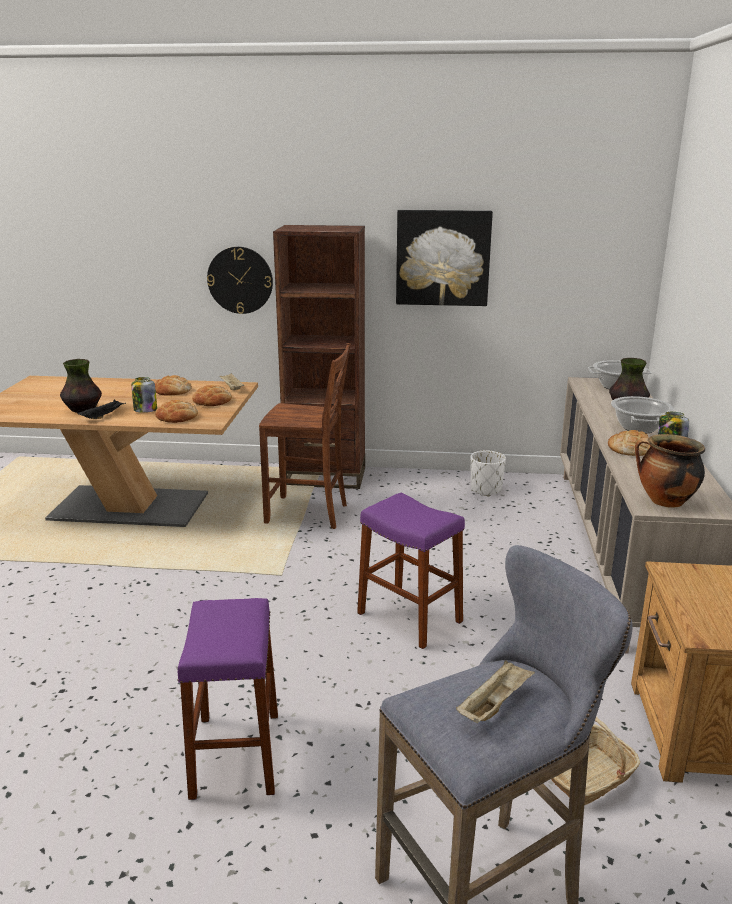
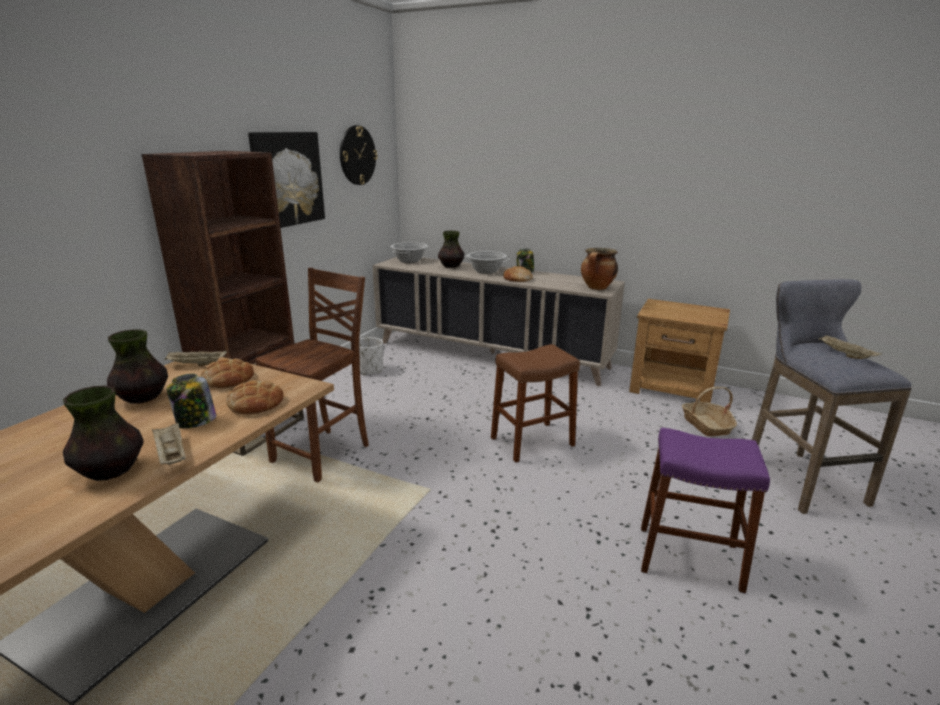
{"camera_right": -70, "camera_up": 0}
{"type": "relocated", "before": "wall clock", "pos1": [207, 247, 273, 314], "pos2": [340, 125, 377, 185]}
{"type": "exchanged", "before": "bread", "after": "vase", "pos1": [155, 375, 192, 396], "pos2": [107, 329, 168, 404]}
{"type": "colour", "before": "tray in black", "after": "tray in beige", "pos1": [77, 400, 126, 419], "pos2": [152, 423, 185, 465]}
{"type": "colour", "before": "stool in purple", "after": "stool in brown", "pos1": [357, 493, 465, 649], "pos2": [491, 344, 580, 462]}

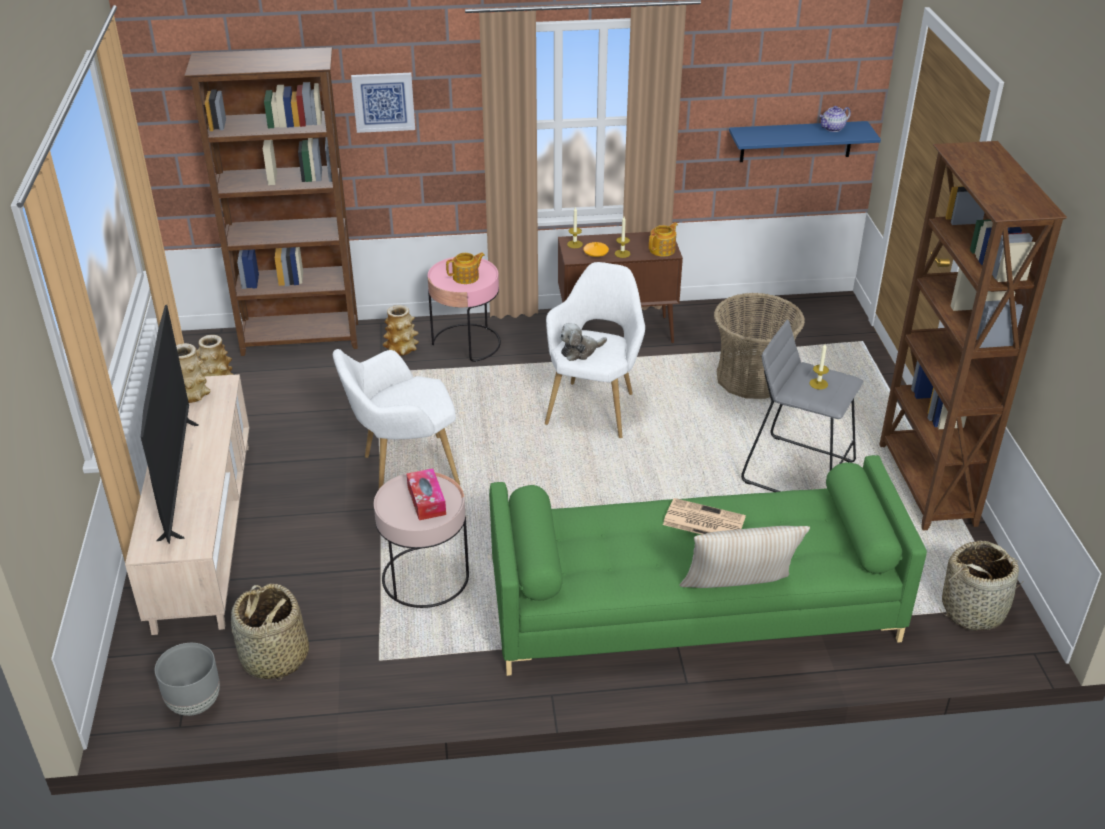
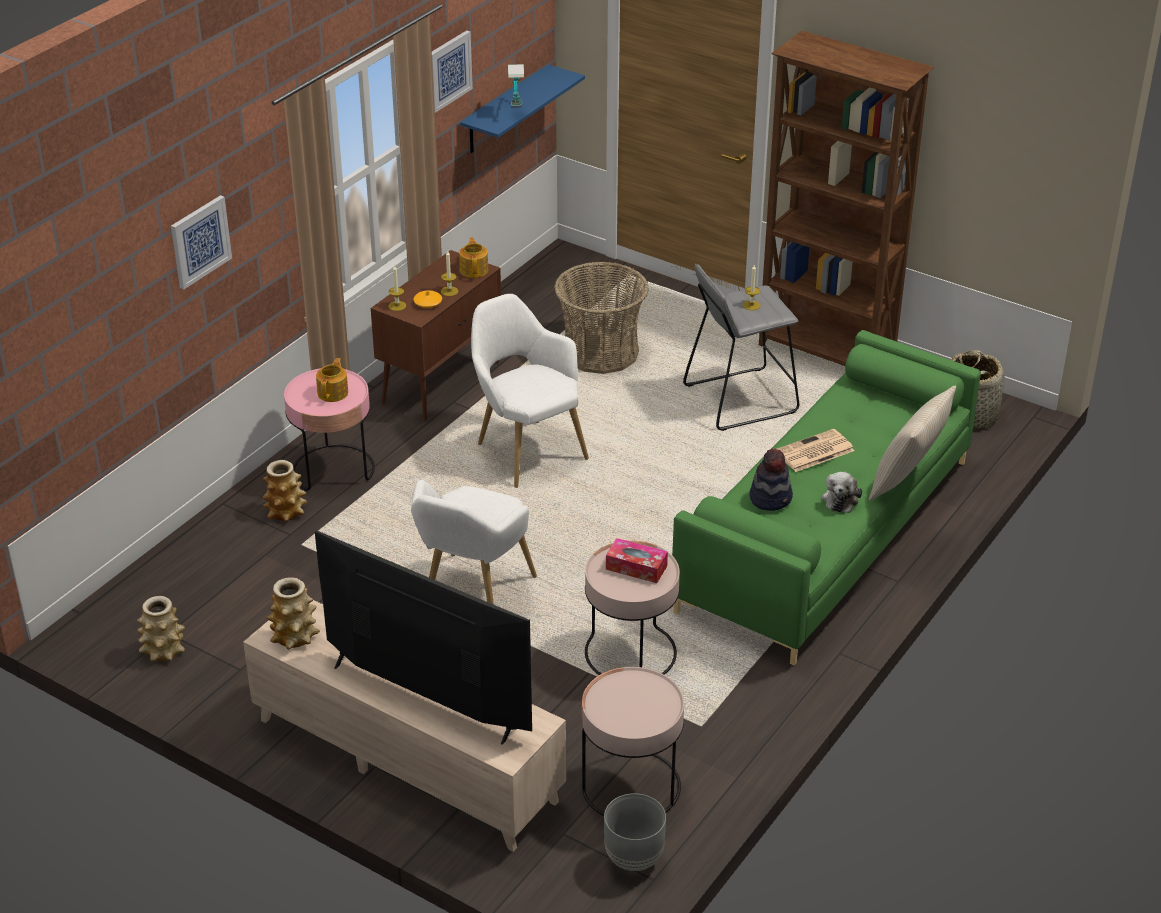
{"camera_right": -50, "camera_up": 0}
{"type": "missing", "before": "bookcase in brown", "pos1": [184, 47, 358, 356]}
{"type": "missing", "before": "teapot", "pos1": [819, 106, 851, 132]}
{"type": "relocated", "before": "plush toy", "pos1": [560, 323, 607, 361], "pos2": [821, 472, 862, 513]}
{"type": "exchanged", "before": "basket", "after": "side table in pink", "pos1": [231, 584, 309, 681], "pos2": [582, 667, 684, 816]}
{"type": "appeared", "after": "picture", "pos2": [432, 30, 473, 113]}
{"type": "appeared", "after": "table lamp", "pos2": [508, 64, 524, 107]}
{"type": "appeared", "after": "hat", "pos2": [750, 448, 793, 511]}

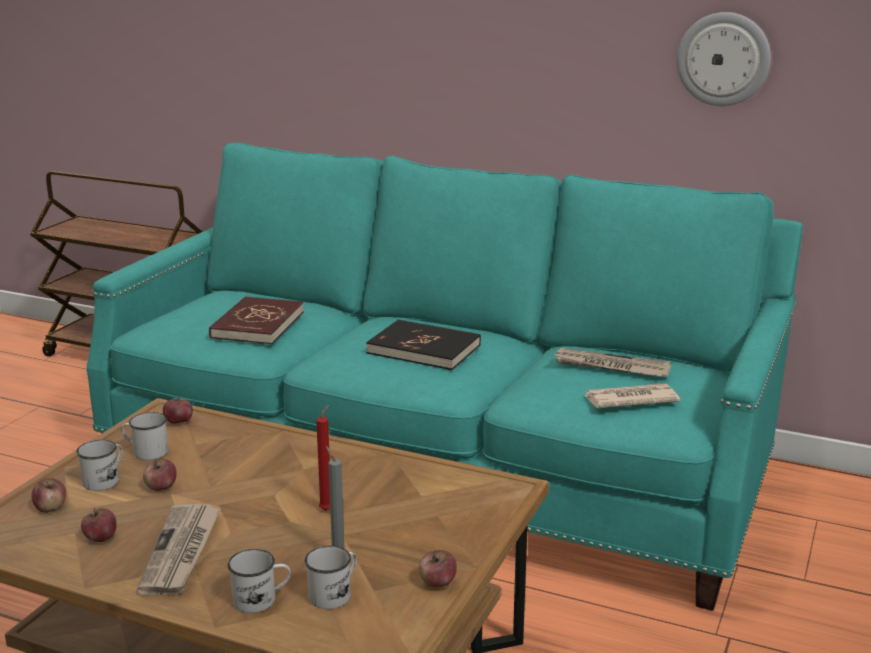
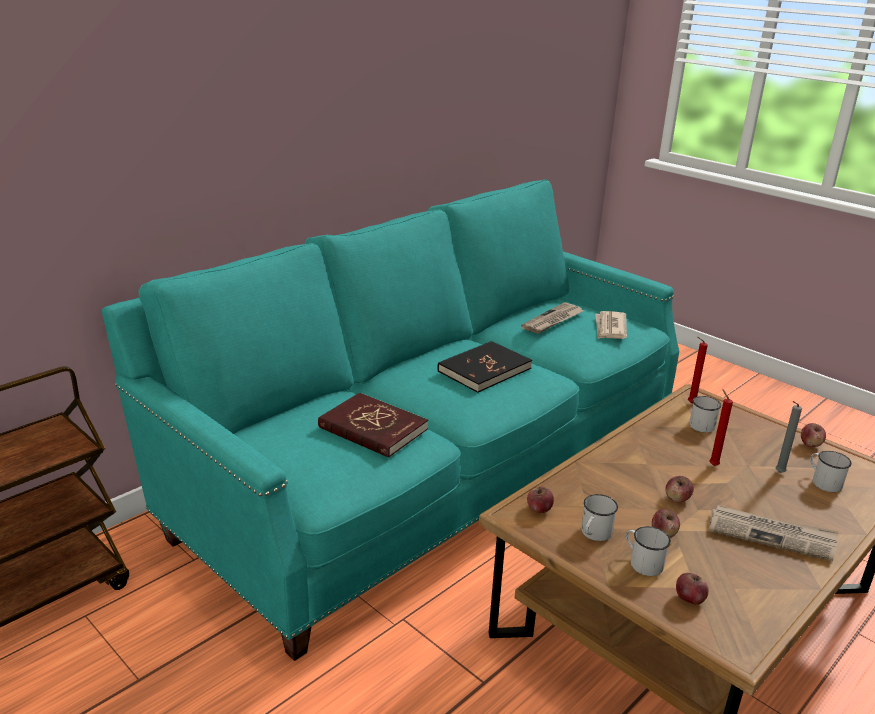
{"camera_right": -70, "camera_up": 5}
{"type": "missing", "before": "wall clock", "pos1": [677, 12, 771, 106]}
{"type": "relocated", "before": "apple", "pos1": [81, 508, 117, 542], "pos2": [666, 476, 694, 502]}
{"type": "relocated", "before": "mug in white", "pos1": [228, 549, 291, 613], "pos2": [689, 396, 721, 433]}
{"type": "appeared", "after": "candle in red", "pos2": [688, 337, 708, 403]}

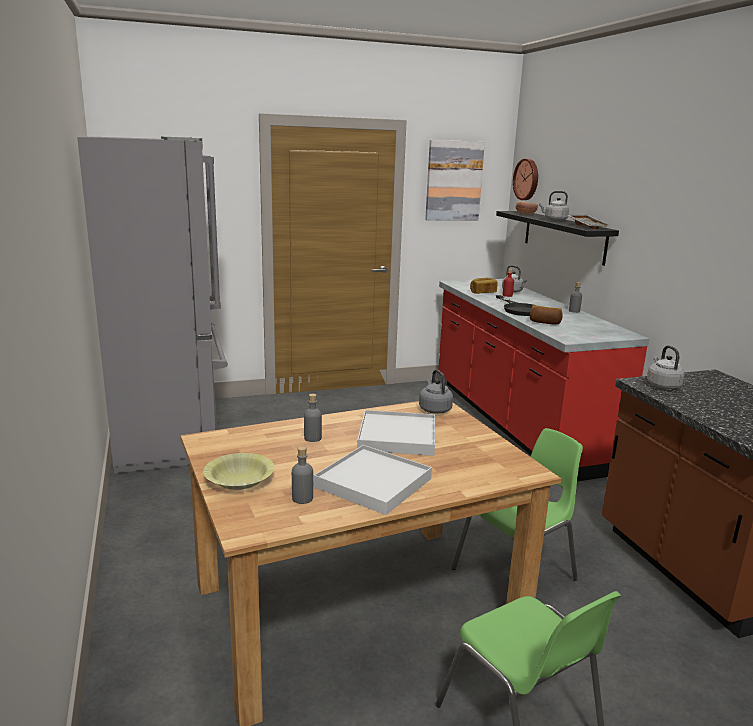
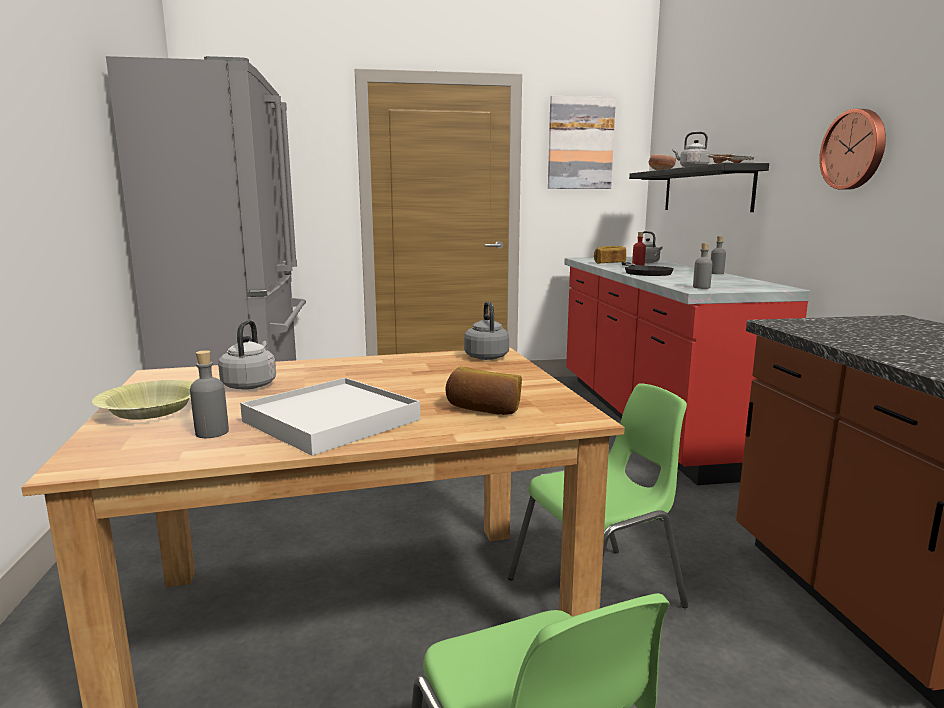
{"camera_right": 10, "camera_up": -5}
{"type": "relocated", "before": "wall clock", "pos1": [513, 159, 538, 200], "pos2": [819, 109, 886, 190]}
{"type": "relocated", "before": "bread", "pos1": [530, 305, 563, 325], "pos2": [445, 367, 522, 415]}
{"type": "relocated", "before": "kettle in grey", "pos1": [647, 345, 685, 389], "pos2": [218, 320, 276, 390]}
{"type": "relocated", "before": "bottle in grey", "pos1": [304, 394, 322, 442], "pos2": [693, 243, 712, 289]}
{"type": "missing", "before": "tray in white", "pos1": [357, 410, 435, 456]}

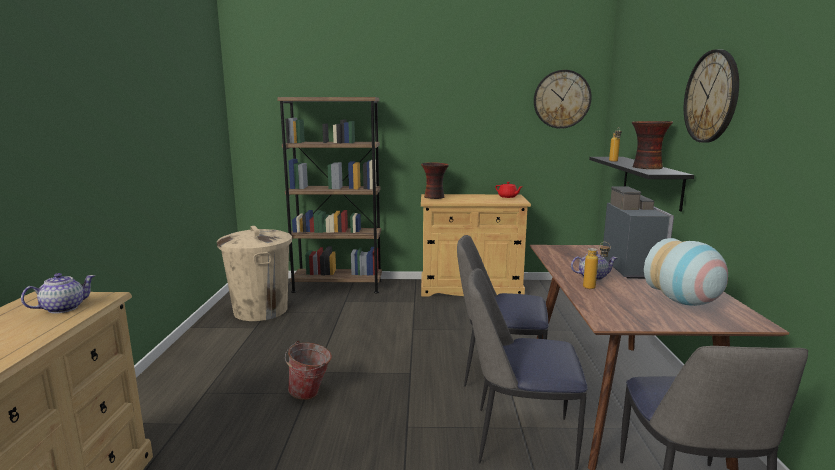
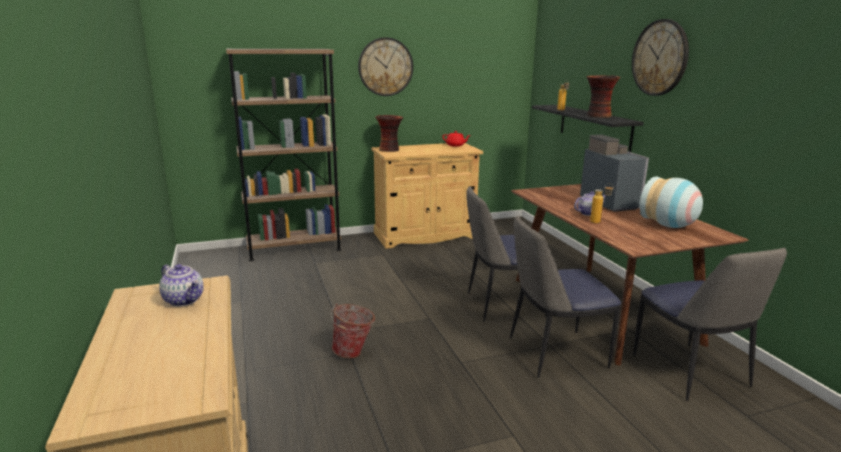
{"camera_right": -20, "camera_up": 5}
{"type": "relocated", "before": "wall clock", "pos1": [534, 70, 592, 129], "pos2": [358, 37, 413, 96]}
{"type": "missing", "before": "trash can in beige", "pos1": [217, 226, 292, 321]}
{"type": "spun", "before": "teapot", "pos1": [21, 273, 95, 314], "pos2": [159, 264, 204, 306], "turn": 105}

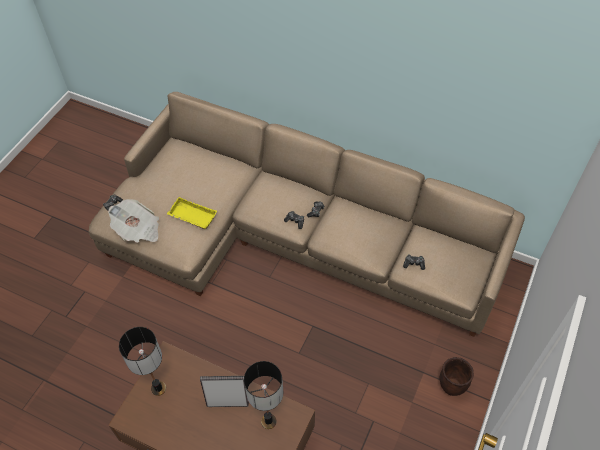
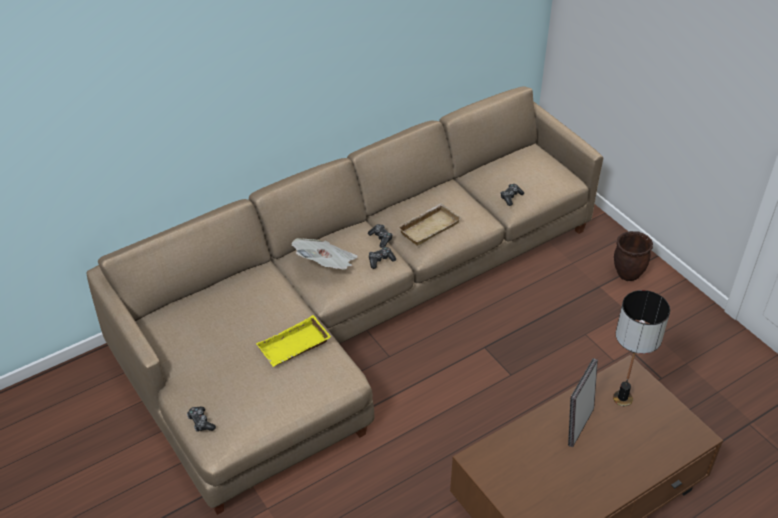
{"camera_right": -60, "camera_up": -10}
{"type": "relocated", "before": "newspaper", "pos1": [108, 199, 159, 243], "pos2": [291, 238, 358, 270]}
{"type": "missing", "before": "table lamp", "pos1": [119, 327, 166, 396]}
{"type": "appeared", "after": "tray in beige", "pos2": [397, 203, 461, 246]}

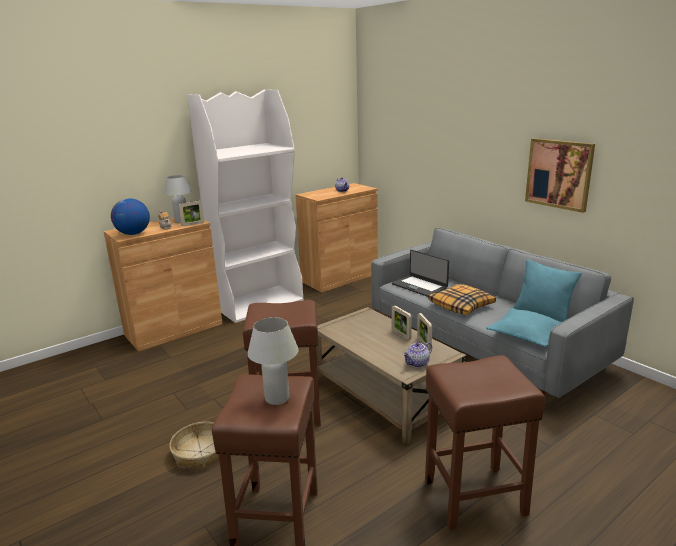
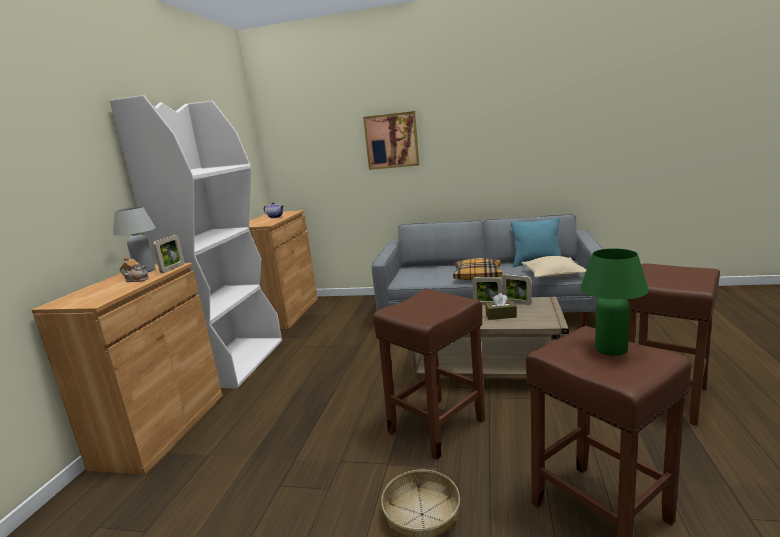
{"camera_right": -40, "camera_up": -5}
{"type": "relocated", "before": "picture", "pos1": [525, 138, 595, 213], "pos2": [363, 111, 419, 170]}
{"type": "missing", "before": "globe", "pos1": [111, 198, 150, 235]}
{"type": "missing", "before": "laptop", "pos1": [392, 250, 449, 297]}
{"type": "colour", "before": "pillow in turquoise", "after": "pillow in beige", "pos1": [486, 308, 562, 347], "pos2": [521, 256, 587, 278]}
{"type": "colour", "before": "table lamp in white", "after": "table lamp in green", "pos1": [247, 317, 299, 405], "pos2": [580, 249, 649, 356]}
{"type": "missing", "before": "teapot", "pos1": [403, 342, 432, 368]}
{"type": "appeared", "after": "tissue box in brown", "pos2": [485, 293, 517, 320]}

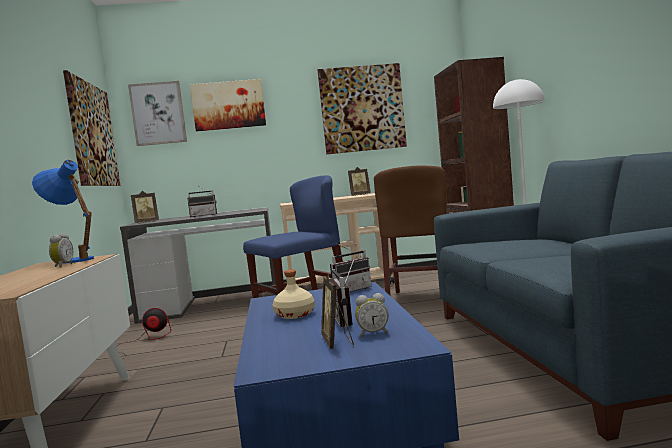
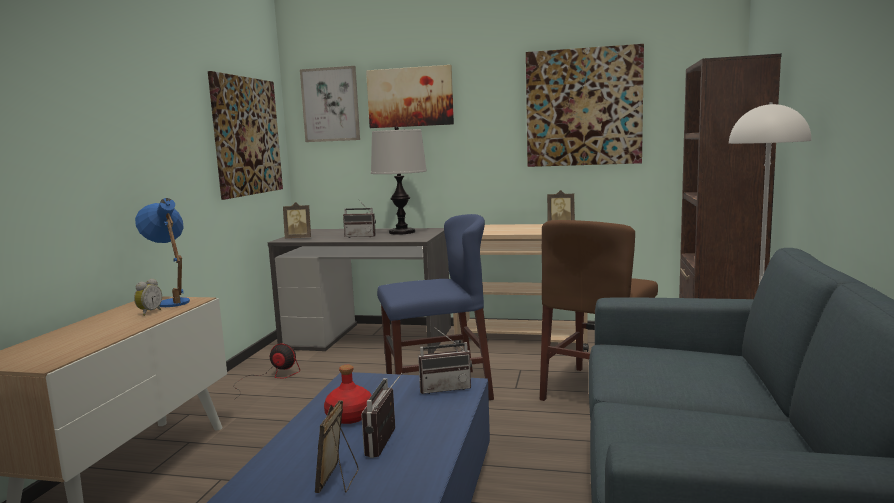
{"camera_right": 20, "camera_up": 5}
{"type": "colour", "before": "bottle in beige", "after": "bottle in red", "pos1": [273, 269, 315, 319], "pos2": [324, 365, 372, 424]}
{"type": "missing", "before": "alarm clock", "pos1": [355, 293, 388, 337]}
{"type": "appeared", "after": "table lamp", "pos2": [371, 126, 427, 235]}

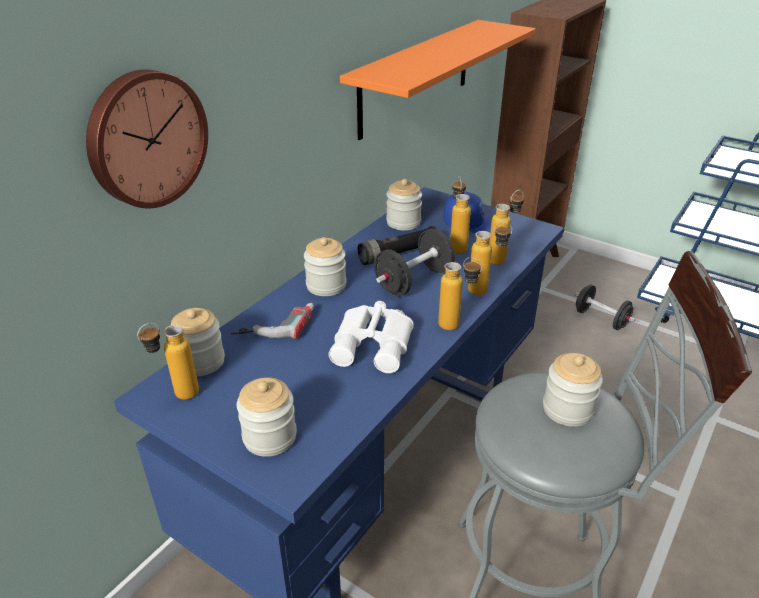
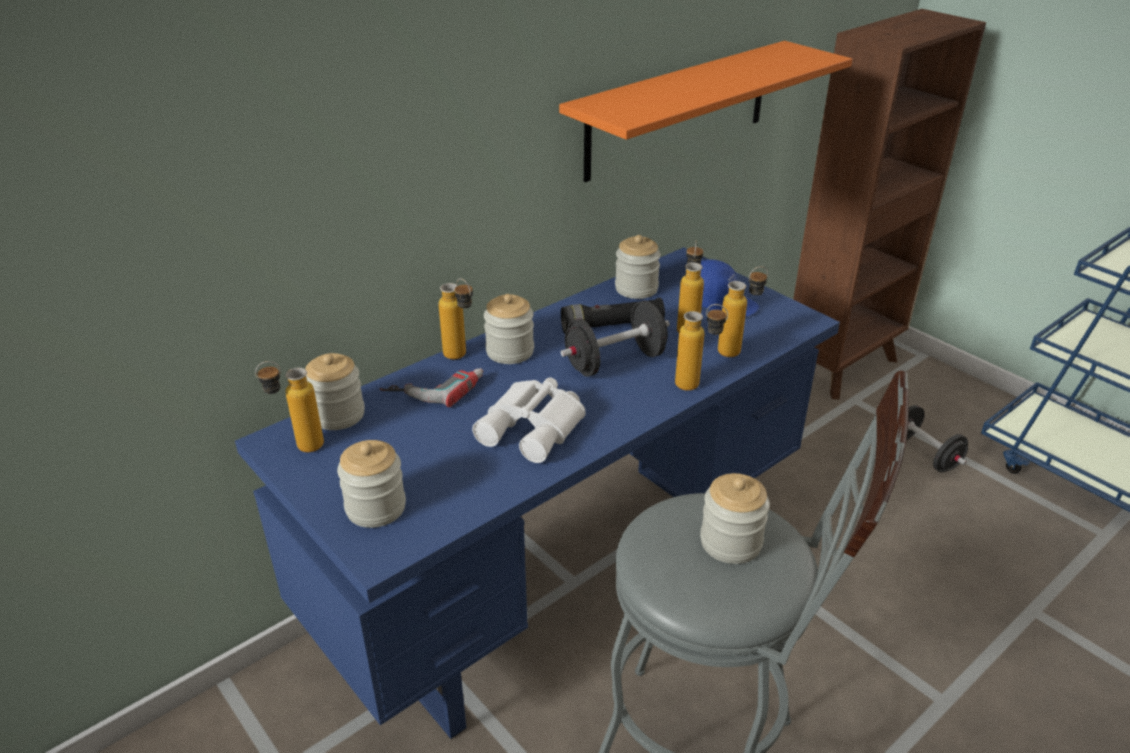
{"camera_right": 15, "camera_up": 0}
{"type": "missing", "before": "wall clock", "pos1": [86, 69, 208, 208]}
{"type": "relocated", "before": "bottle", "pos1": [438, 257, 482, 330], "pos2": [439, 278, 473, 360]}

